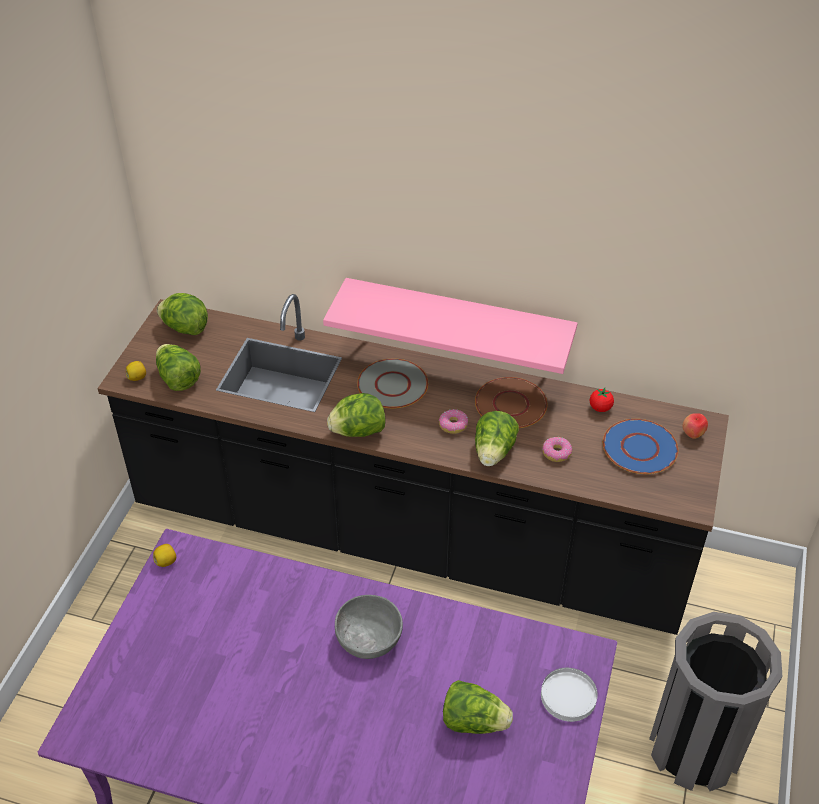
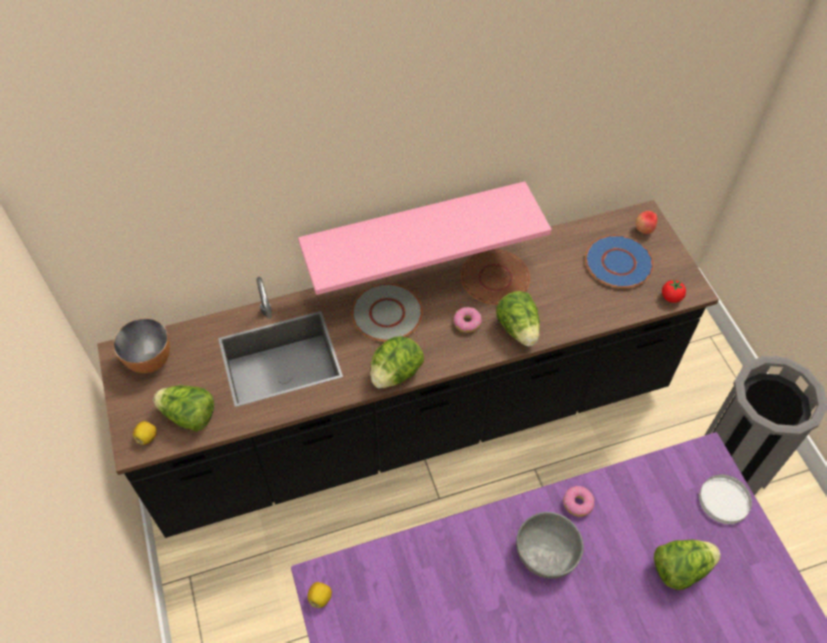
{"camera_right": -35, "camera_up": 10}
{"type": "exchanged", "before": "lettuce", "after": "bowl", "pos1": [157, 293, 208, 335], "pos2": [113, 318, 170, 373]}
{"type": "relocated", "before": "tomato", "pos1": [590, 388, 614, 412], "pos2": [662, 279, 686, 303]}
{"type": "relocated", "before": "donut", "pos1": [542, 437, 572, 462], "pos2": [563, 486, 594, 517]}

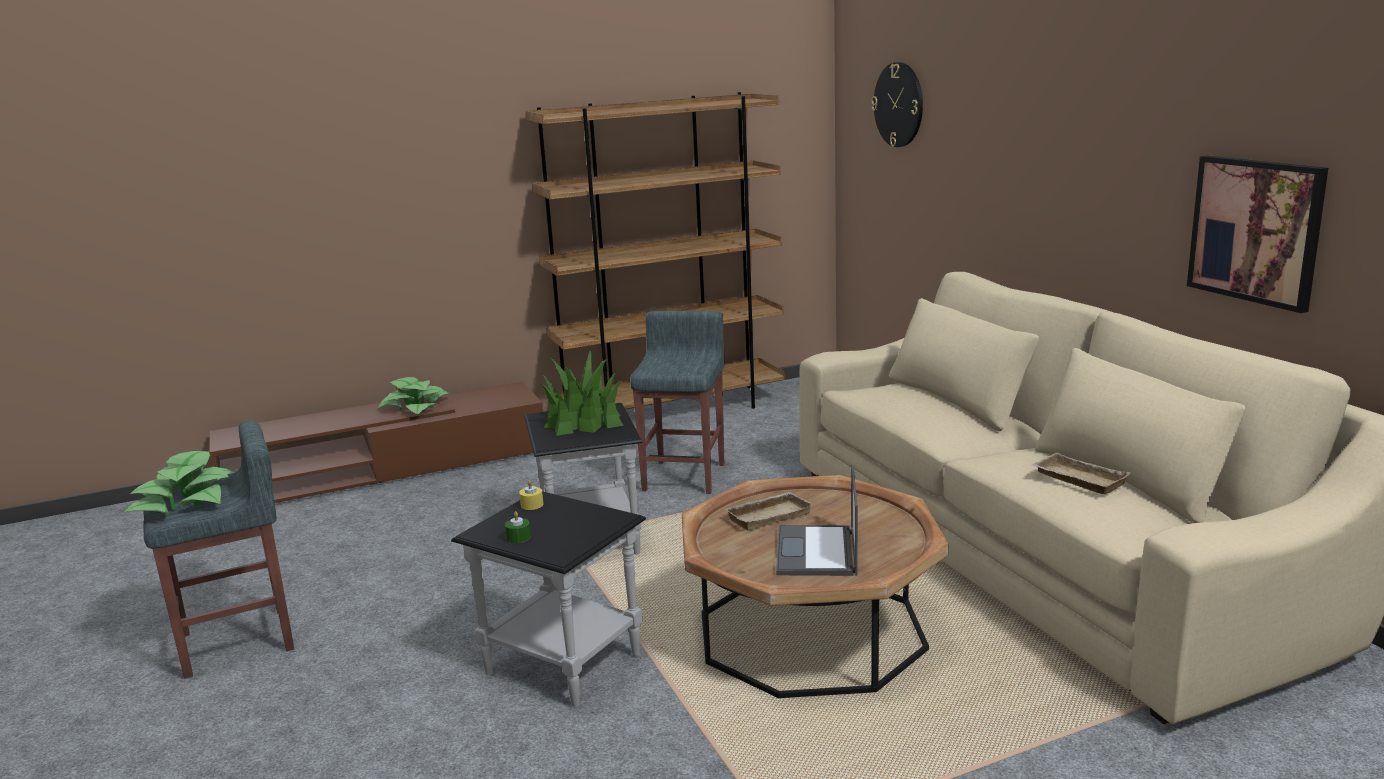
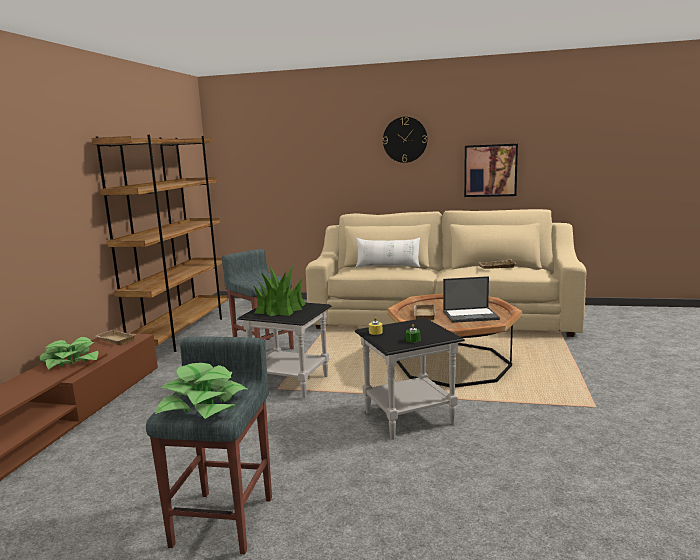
{"camera_right": -55, "camera_up": -5}
{"type": "relocated", "before": "wall clock", "pos1": [872, 62, 923, 147], "pos2": [383, 117, 428, 163]}
{"type": "spun", "before": "laptop", "pos1": [776, 465, 858, 576], "pos2": [443, 276, 500, 323], "turn": -45}
{"type": "appeared", "after": "pillow in white", "pos2": [355, 238, 420, 268]}
{"type": "appeared", "after": "tray in beige", "pos2": [96, 329, 136, 345]}

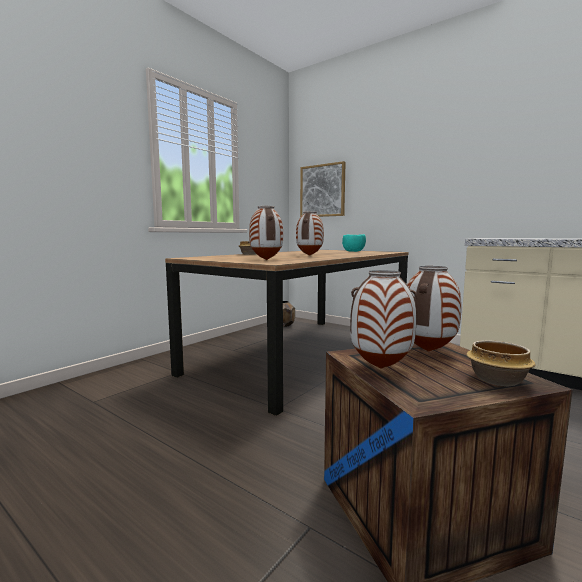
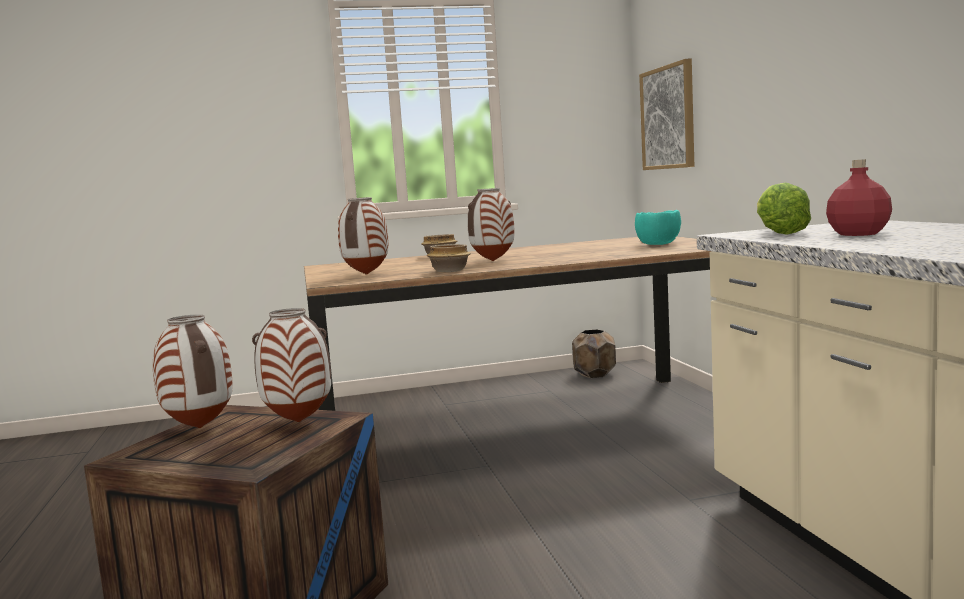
{"camera_right": 40, "camera_up": 0}
{"type": "relocated", "before": "bowl", "pos1": [466, 340, 536, 386], "pos2": [427, 244, 471, 272]}
{"type": "appeared", "after": "bottle in red", "pos2": [826, 159, 892, 236]}
{"type": "appeared", "after": "lettuce", "pos2": [757, 182, 811, 234]}

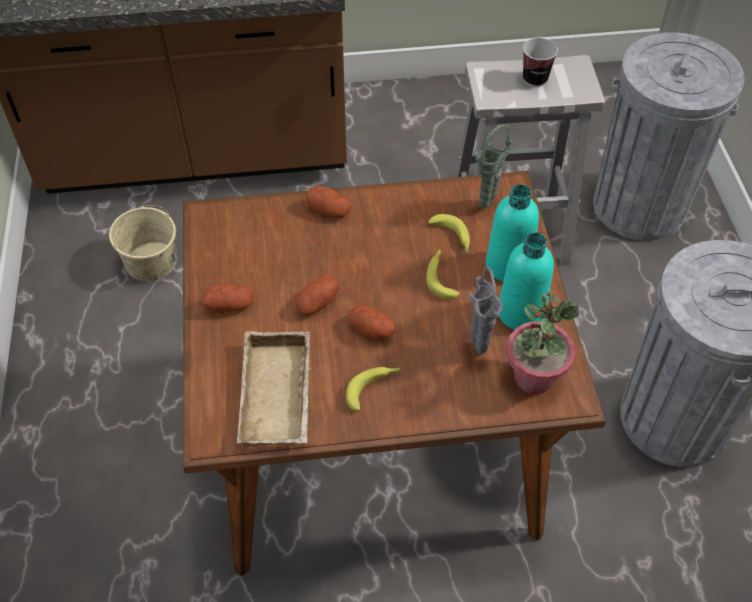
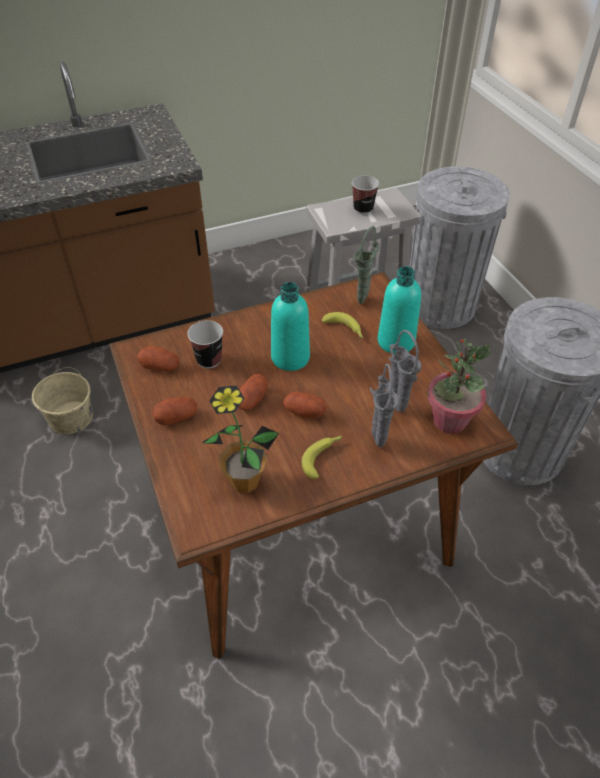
{"camera_right": -15, "camera_up": -5}
{"type": "relocated", "before": "potato", "pos1": [306, 186, 351, 218], "pos2": [137, 346, 180, 371]}
{"type": "relocated", "before": "bottle in turquoise", "pos1": [499, 232, 554, 330], "pos2": [271, 282, 310, 371]}
{"type": "missing", "before": "banana", "pos1": [426, 249, 460, 300]}
{"type": "exchanged", "before": "tray in beige", "after": "potted plant", "pos1": [237, 331, 310, 447], "pos2": [202, 385, 279, 493]}
{"type": "appeared", "after": "cup", "pos2": [188, 320, 223, 369]}
{"type": "appeared", "after": "vase in grey", "pos2": [370, 364, 399, 447]}

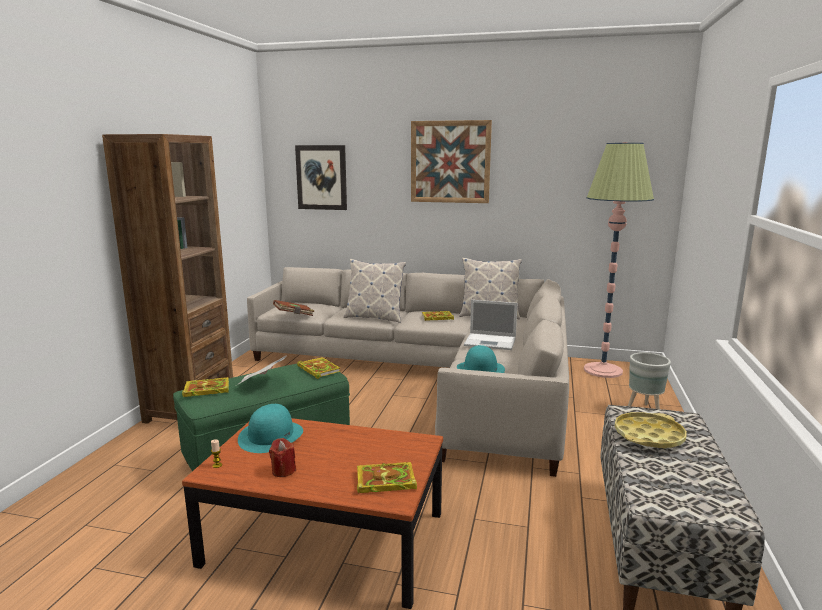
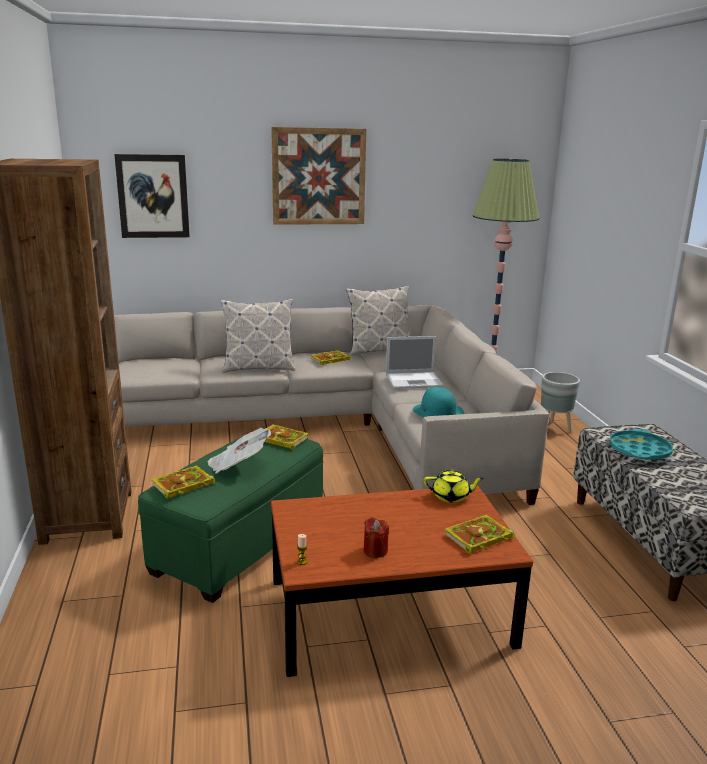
{"camera_right": -25, "camera_up": 5}
{"type": "missing", "before": "book in brown", "pos1": [273, 300, 314, 316]}
{"type": "missing", "before": "hat in turquoise", "pos1": [238, 404, 303, 453]}
{"type": "colour", "before": "tray in yellow", "after": "tray in turquoise", "pos1": [615, 412, 687, 448], "pos2": [609, 429, 673, 460]}
{"type": "appeared", "after": "teapot in yellow", "pos2": [424, 470, 484, 503]}

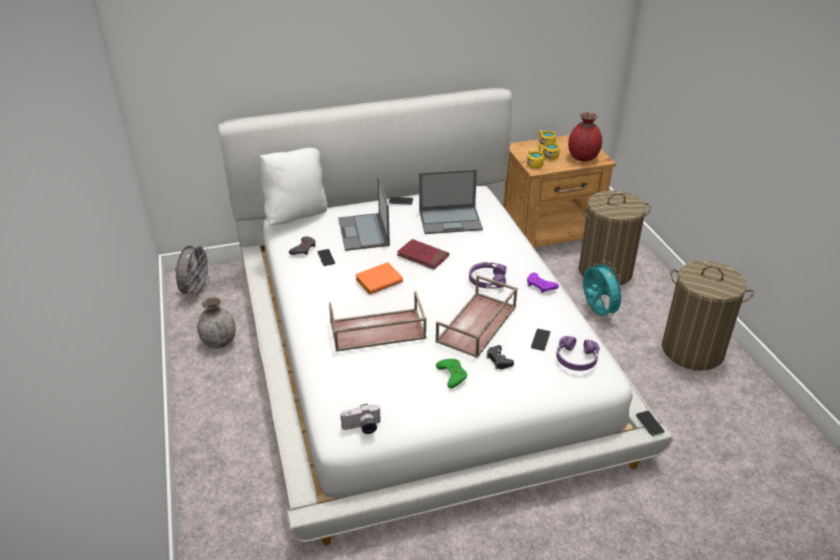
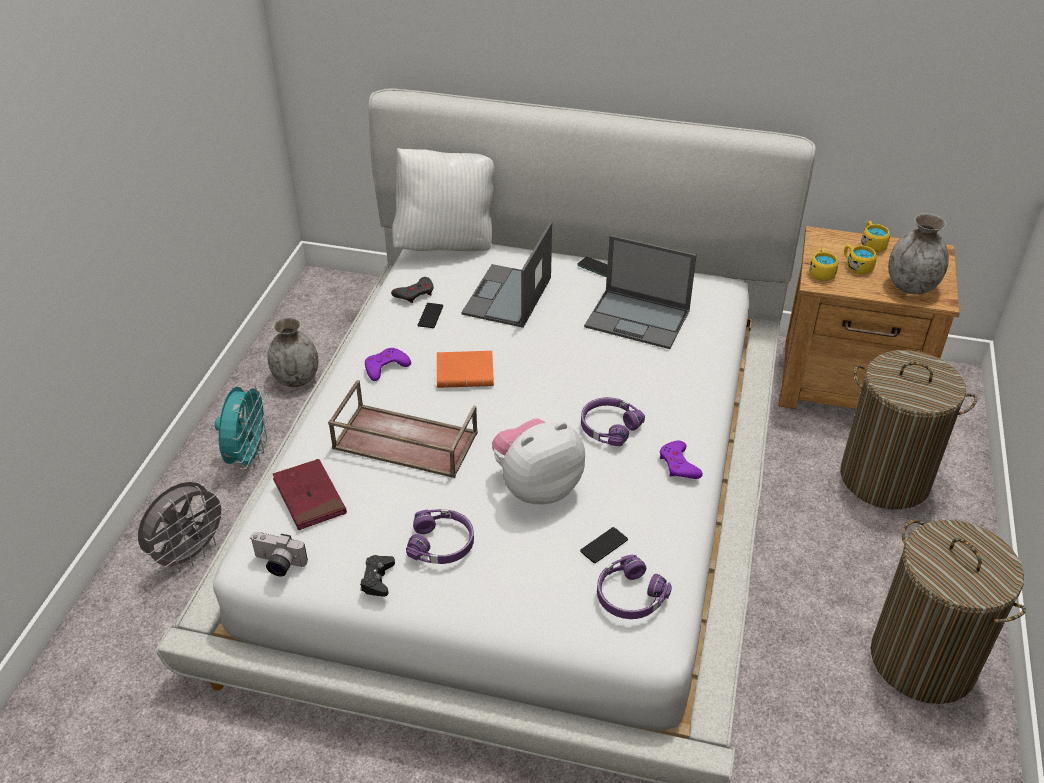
{"camera_right": 30, "camera_up": 5}
{"type": "colour", "before": "vase in red", "after": "vase in grey", "pos1": [568, 112, 602, 161], "pos2": [888, 213, 949, 295]}
{"type": "relocated", "before": "book in red", "pos1": [397, 239, 449, 270], "pos2": [273, 459, 347, 530]}
{"type": "relocated", "before": "fan in grey", "pos1": [175, 243, 212, 299], "pos2": [138, 482, 229, 572]}
{"type": "relocated", "before": "fan in turquoise", "pos1": [583, 260, 626, 317], "pos2": [215, 384, 270, 470]}
{"type": "exchanged", "before": "tray in brown", "after": "plush toy", "pos1": [436, 275, 518, 358], "pos2": [492, 418, 585, 504]}
{"type": "relocated", "before": "game controller in black", "pos1": [486, 345, 514, 369], "pos2": [360, 555, 395, 597]}
{"type": "exchanged", "before": "game controller in green", "after": "headphones in purple", "pos1": [436, 359, 467, 388], "pos2": [406, 509, 474, 564]}
{"type": "missing", "before": "phone", "pos1": [636, 411, 665, 436]}
{"type": "appeared", "after": "game controller in purple", "pos2": [365, 348, 411, 381]}

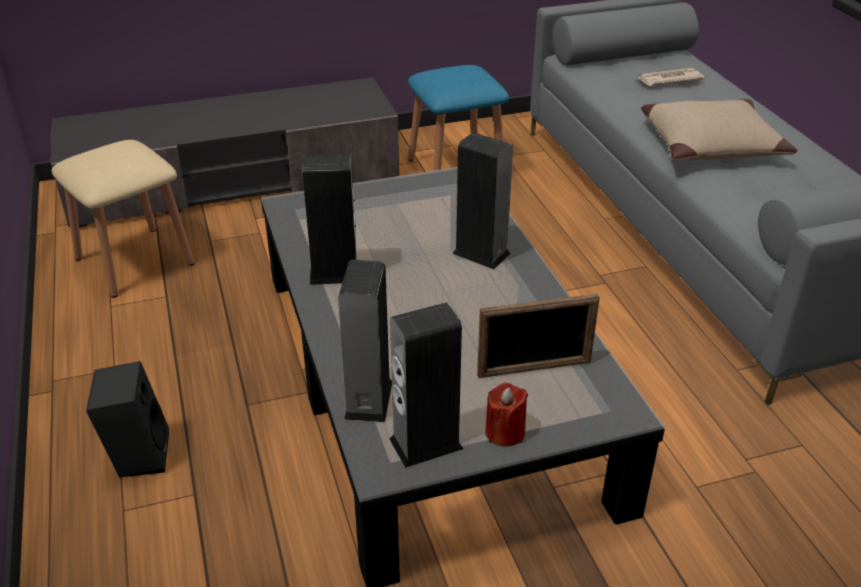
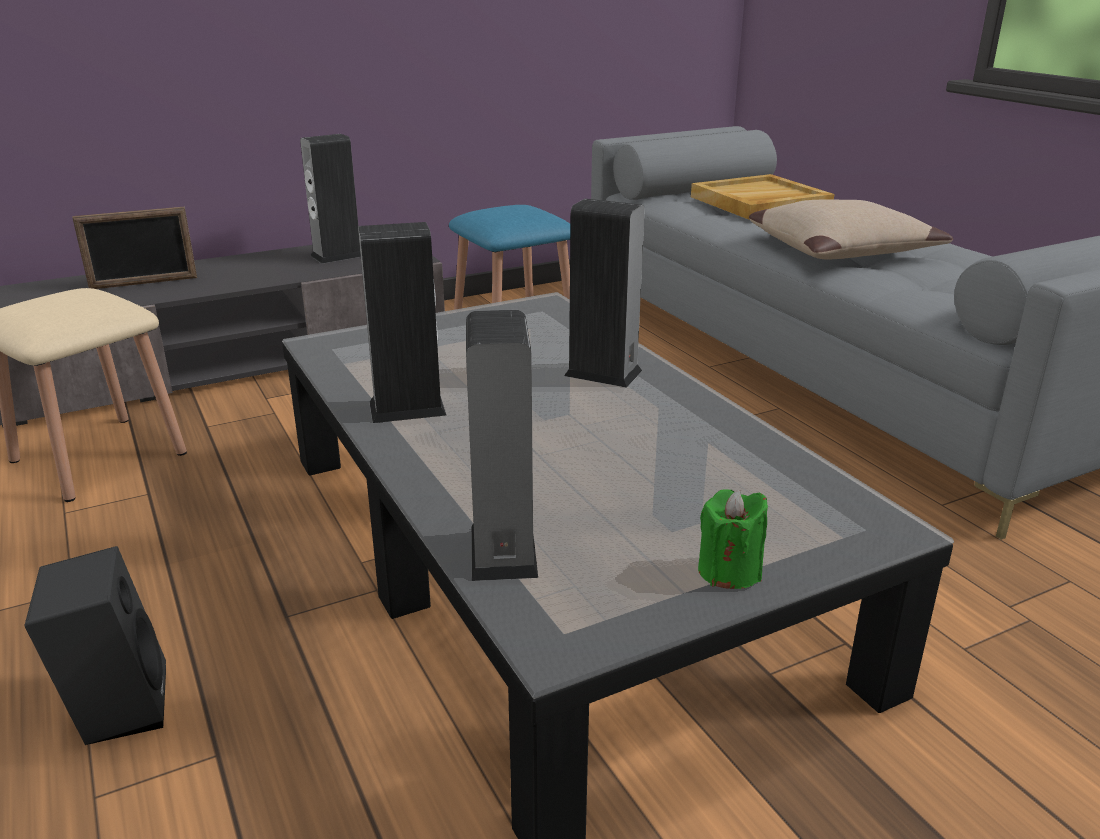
{"camera_right": -10, "camera_up": -10}
{"type": "exchanged", "before": "newspaper", "after": "tray in beige", "pos1": [639, 68, 705, 86], "pos2": [691, 174, 834, 220]}
{"type": "relocated", "before": "picture frame", "pos1": [477, 294, 600, 378], "pos2": [72, 207, 197, 289]}
{"type": "relocated", "before": "speaker", "pos1": [390, 302, 463, 468], "pos2": [300, 134, 361, 264]}
{"type": "colour", "before": "candle in red", "after": "candle in green", "pos1": [485, 383, 528, 446], "pos2": [698, 489, 768, 589]}

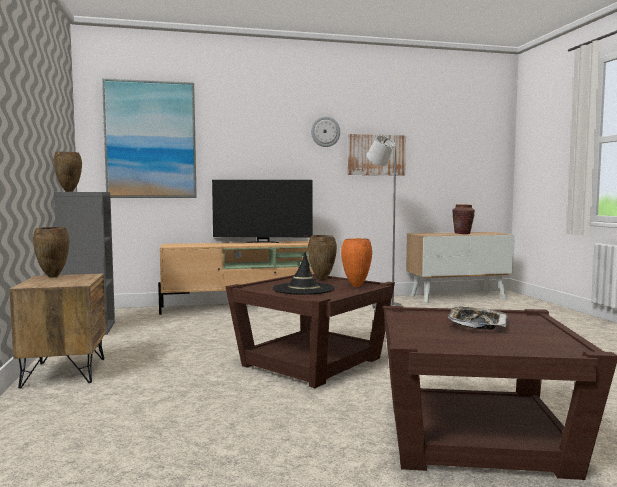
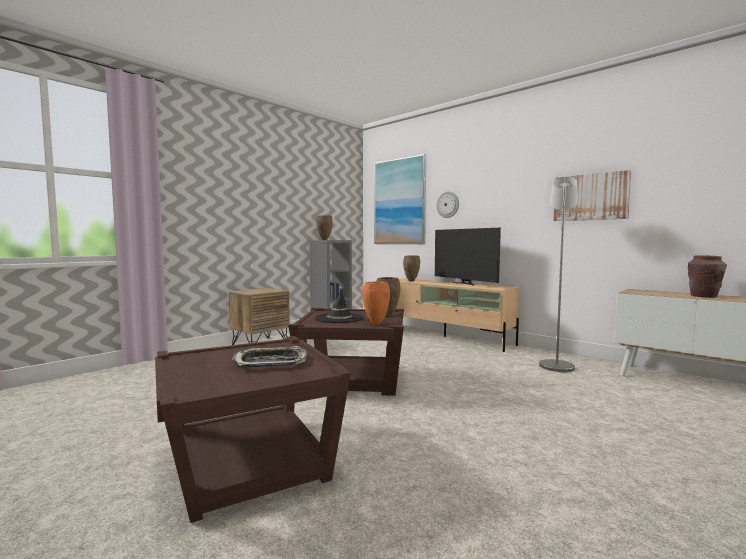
{"camera_right": 55, "camera_up": 0}
{"type": "relocated", "before": "wall clock", "pos1": [311, 116, 340, 147], "pos2": [436, 191, 459, 218]}
{"type": "relocated", "before": "vase in brown", "pos1": [33, 227, 69, 278], "pos2": [403, 256, 420, 282]}

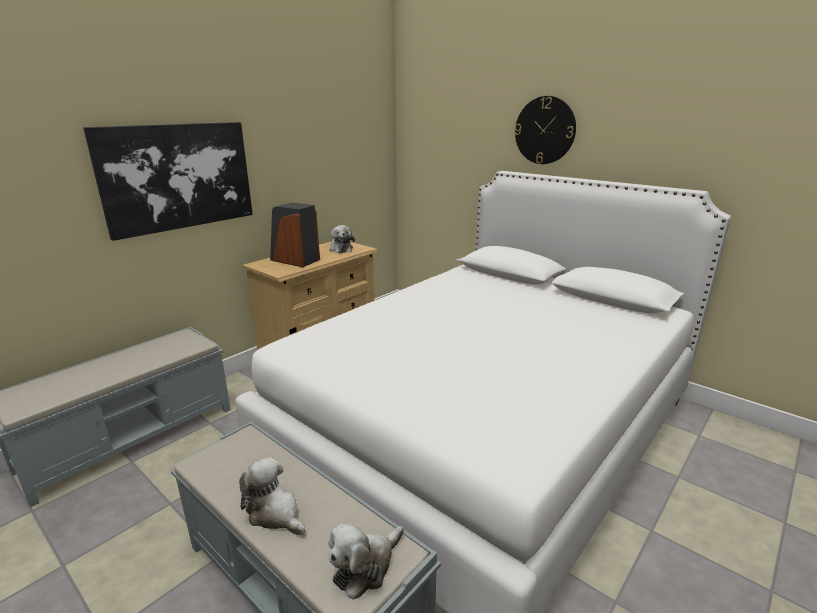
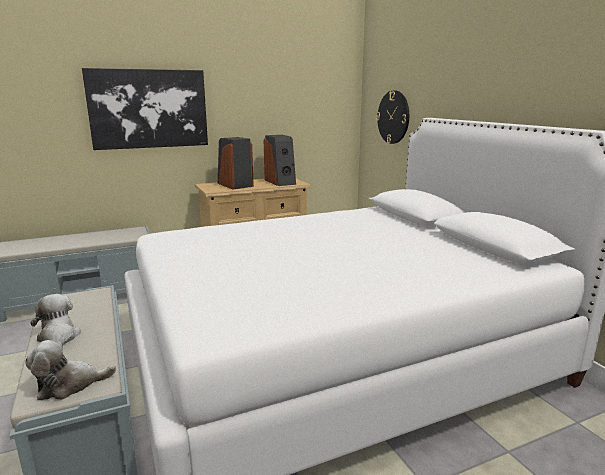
{"camera_right": 25, "camera_up": -5}
{"type": "relocated", "before": "wall clock", "pos1": [514, 96, 576, 164], "pos2": [376, 91, 409, 144]}
{"type": "exchanged", "before": "plush toy", "after": "speaker", "pos1": [329, 225, 355, 253], "pos2": [264, 135, 296, 186]}

